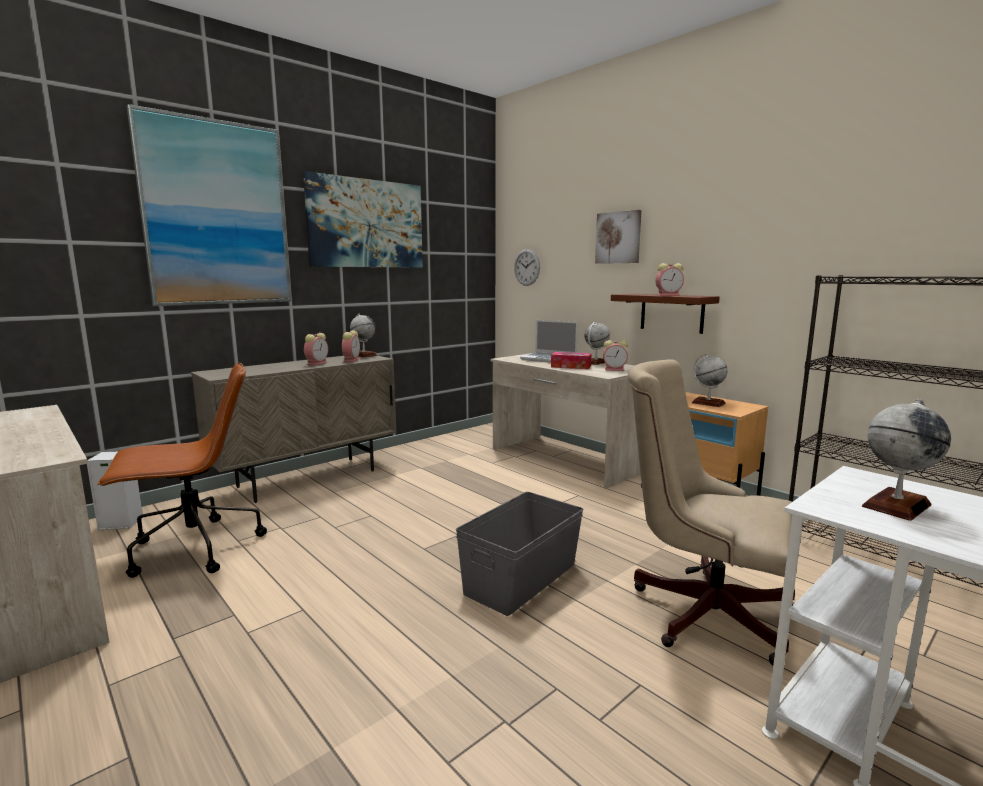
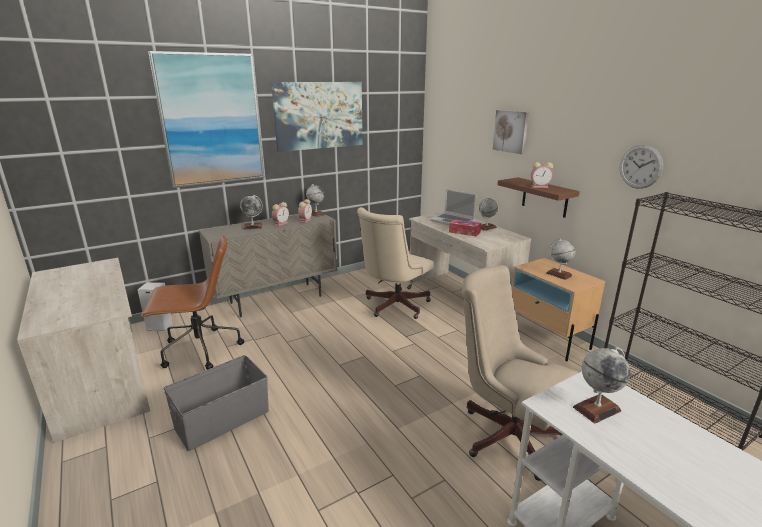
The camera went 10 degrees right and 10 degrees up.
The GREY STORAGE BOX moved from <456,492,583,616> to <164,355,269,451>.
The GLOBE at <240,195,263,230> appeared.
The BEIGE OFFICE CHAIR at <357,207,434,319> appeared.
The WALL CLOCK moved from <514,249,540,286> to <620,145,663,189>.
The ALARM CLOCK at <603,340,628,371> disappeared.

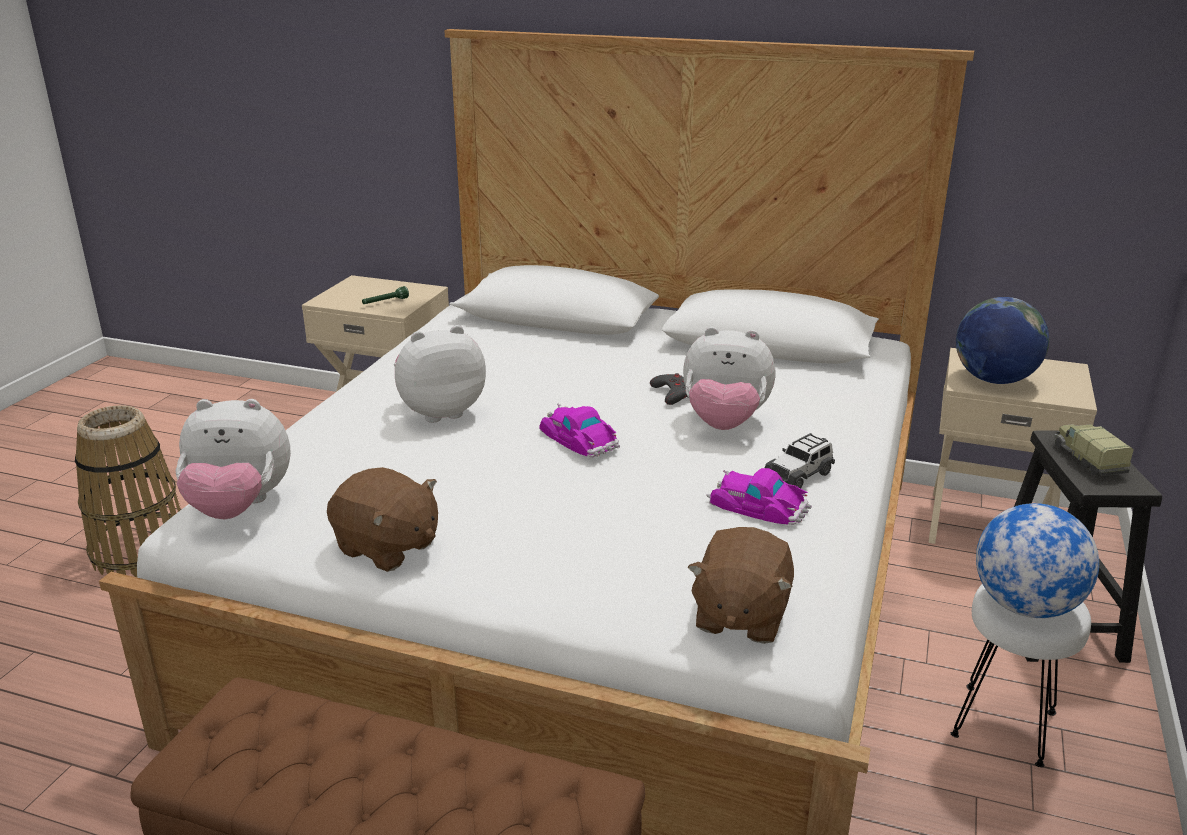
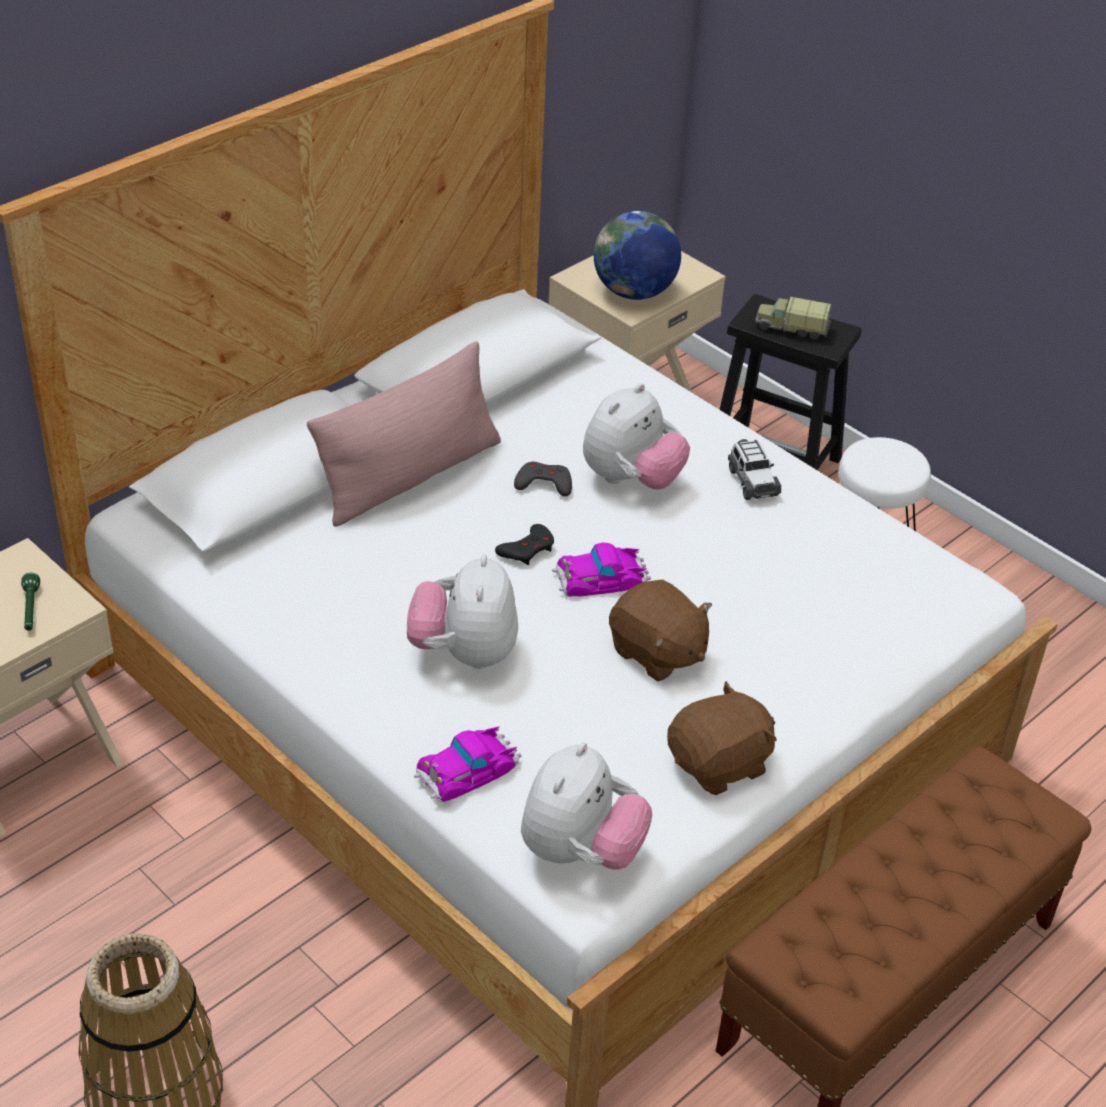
The camera went 65 degrees left and 15 degrees up.
The PINK PILLOW at <307,341,501,527> appeared.
The TOY CAR moved from <706,468,812,525> to <414,726,521,802>.
The BLACK GAME CONTROLLER at <495,524,554,565> appeared.
The BROWN PLUSH TOY moved from <687,527,794,644> to <609,580,712,681>.
The GLOBE at <976,503,1099,618> disappeared.

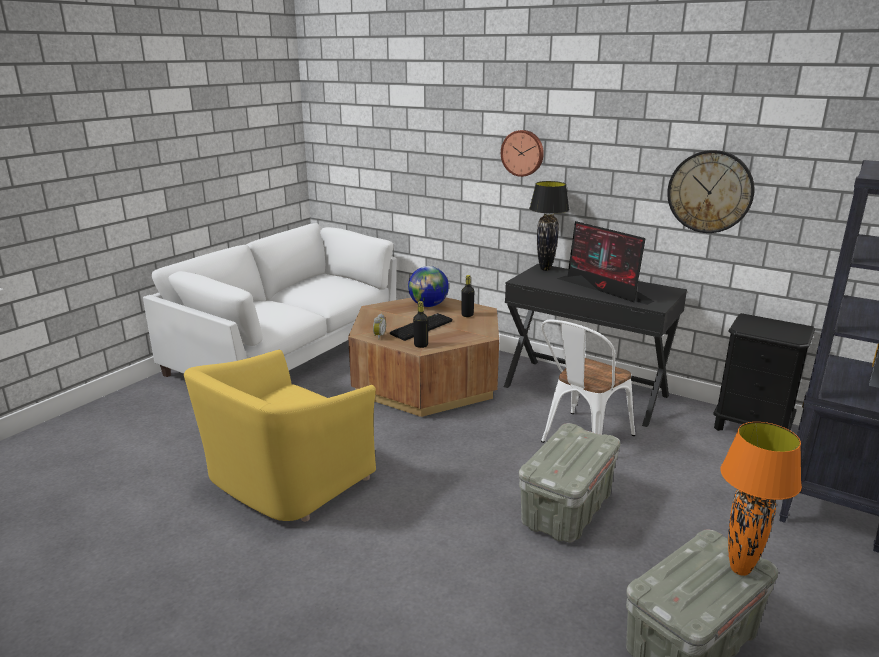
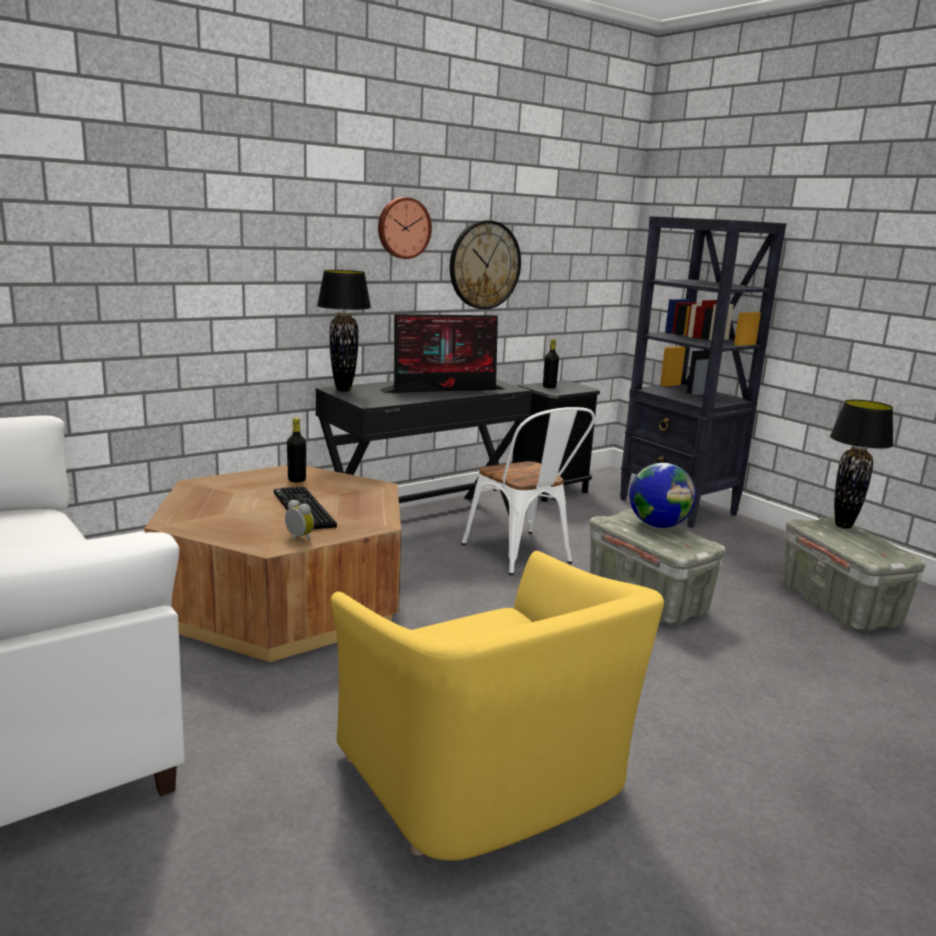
The camera went 70 degrees left and 5 degrees down.
The WALL CLOCK moved from <501,130,544,177> to <378,197,432,259>.
The BLACK BOTTLE moved from <413,301,428,348> to <543,339,559,388>.
The GLOBE moved from <408,266,449,307> to <629,463,696,528>.
The ORANGE TABLE LAMP at <720,422,802,576> became the BLACK TABLE LAMP at <830,400,893,529>.

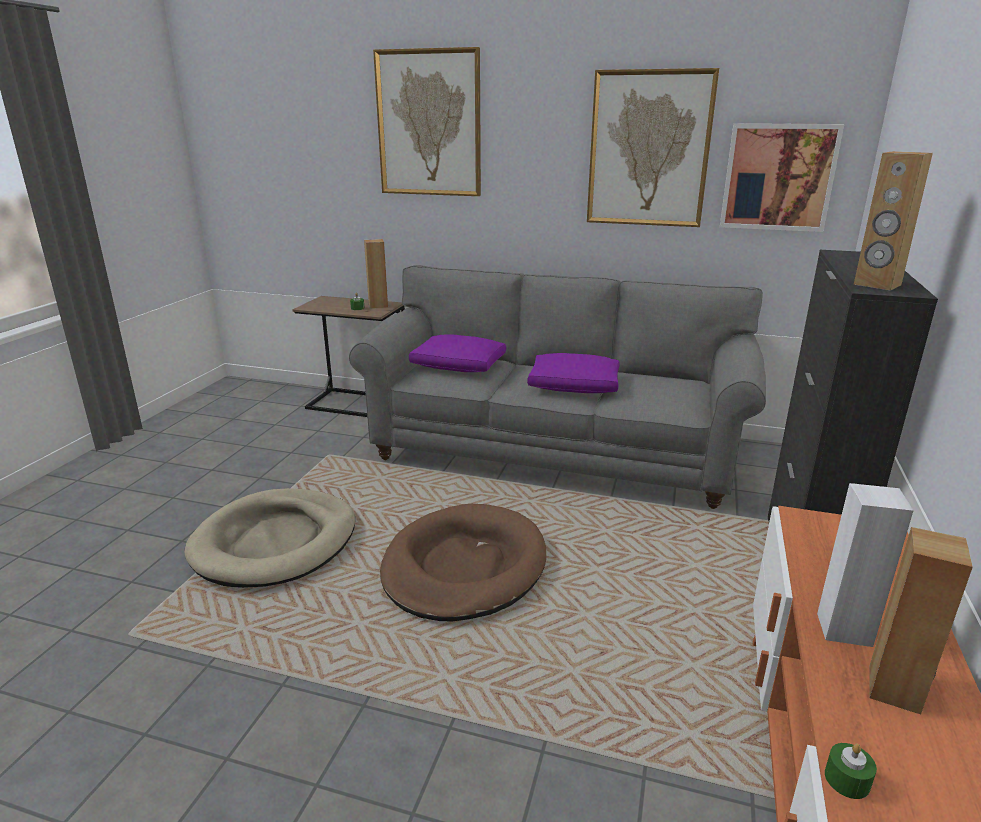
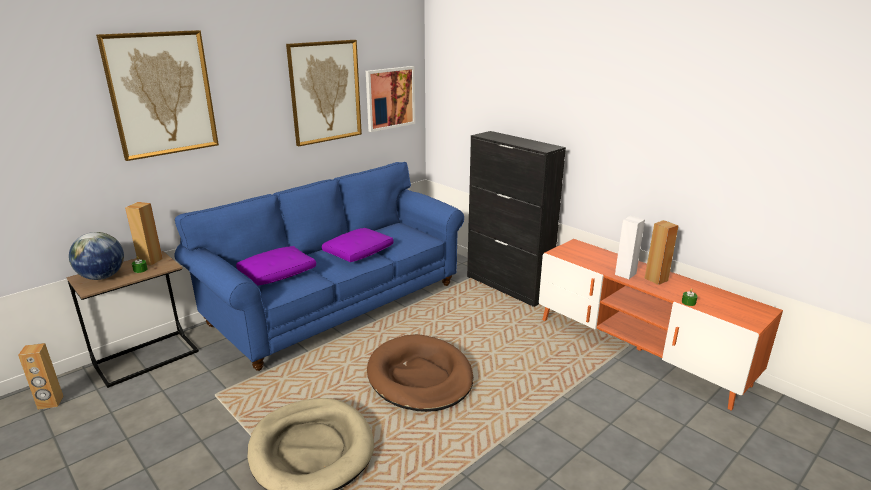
The camera went 60 degrees left and 0 degrees up.
The BROWN SPEAKER moved from <854,151,933,291> to <18,343,64,410>.
The GLOBE at <69,232,124,280> appeared.
The GREY SOFA at <349,265,766,509> became the BLUE SOFA at <175,162,464,371>.

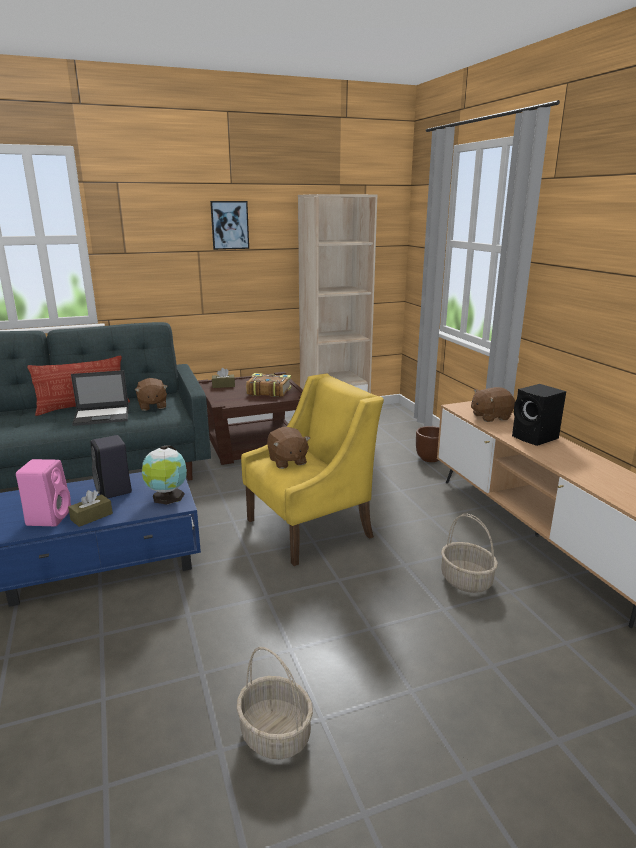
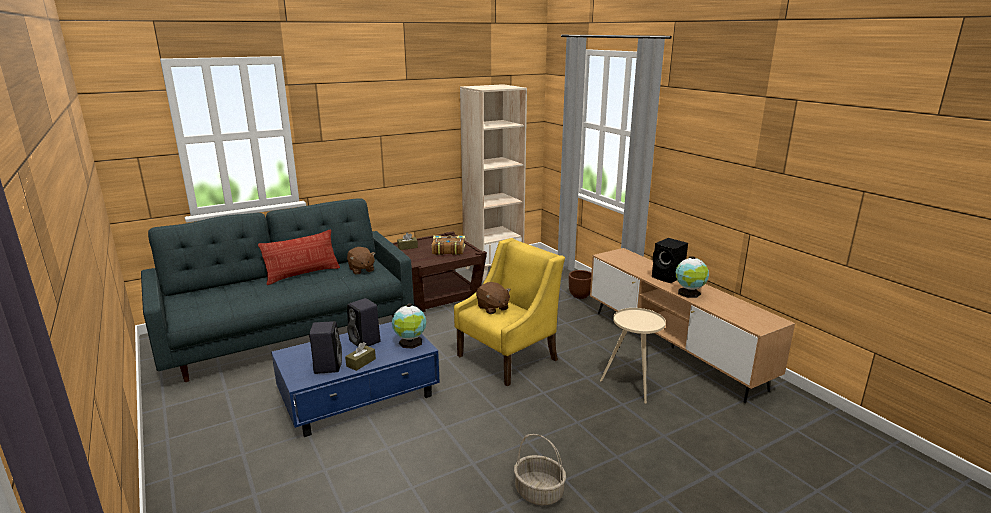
The camera went 10 degrees left and 0 degrees up.
The PINK SPEAKER at <16,459,71,526> became the BLACK SPEAKER at <309,321,342,374>.
The BASKET at <441,514,498,593> was replaced by the BEIGE SIDE TABLE at <600,308,666,404>.
The GLOBE at <676,256,709,298> appeared.
The LAPTOP at <71,370,129,426> disappeared.
The PICTURE at <210,201,249,250> disappeared.
The BROWN PLUSH TOY at <471,387,515,422> disappeared.

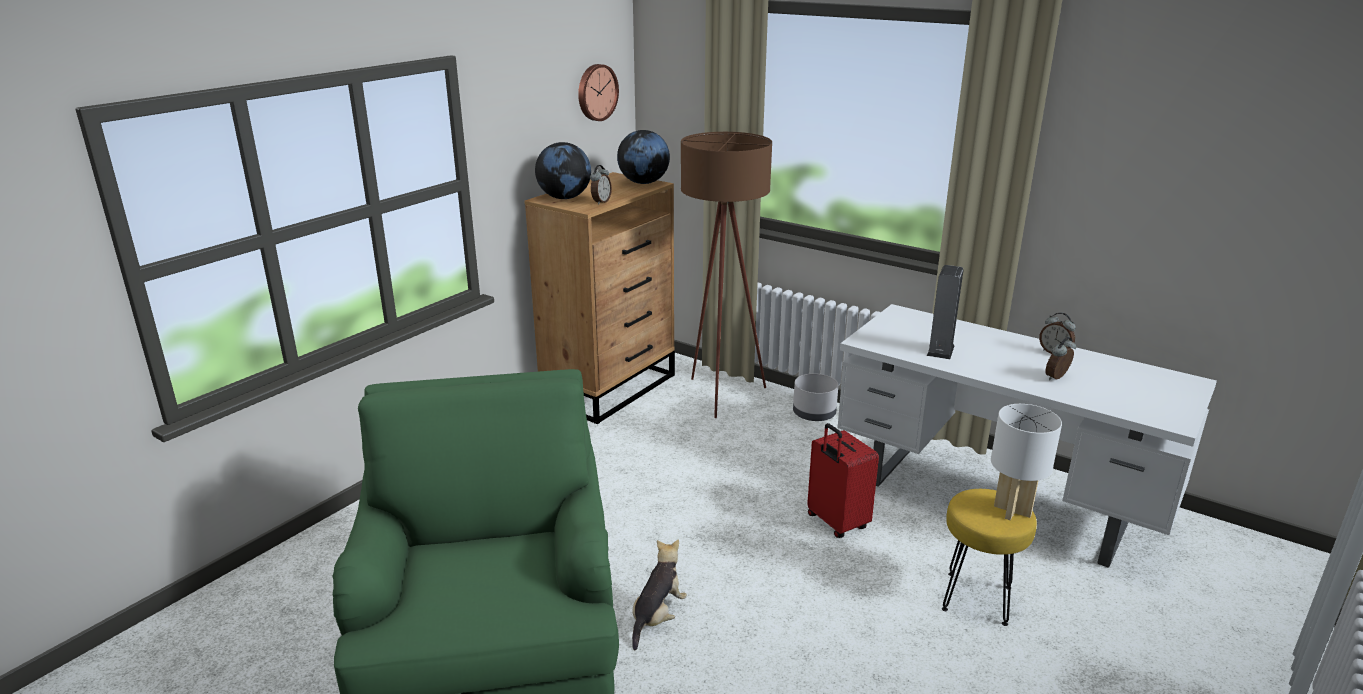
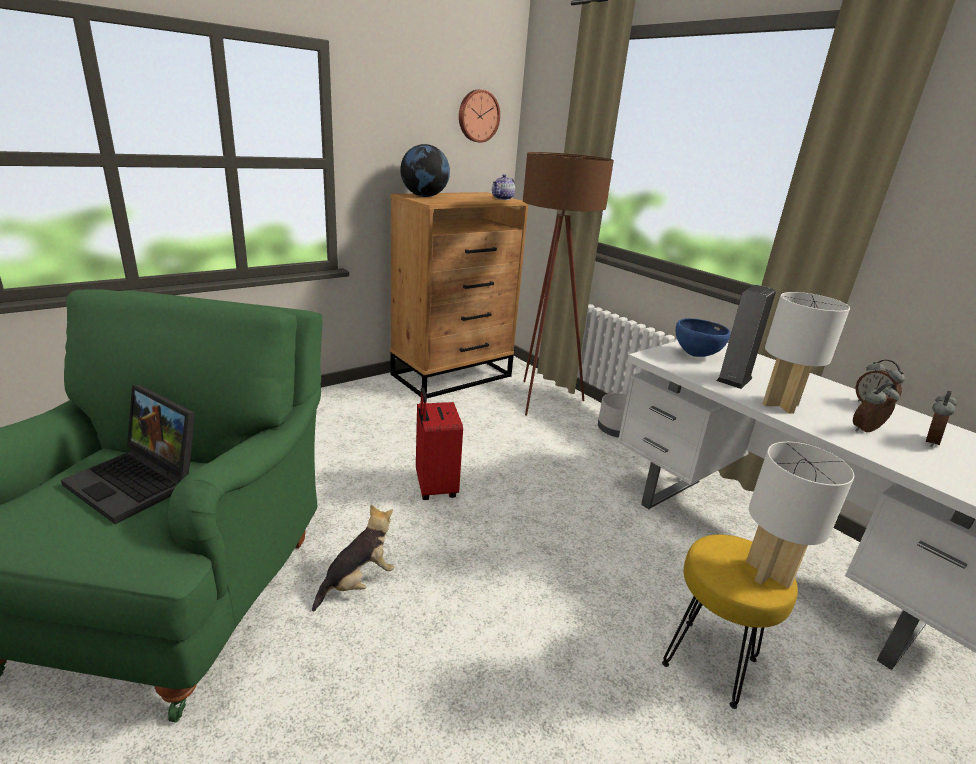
The camera went 15 degrees right and 0 degrees up.
The LAPTOP at <61,385,195,524> appeared.
The RED SUITCASE moved from <807,423,879,538> to <416,388,463,500>.
The GLOBE at <617,130,670,184> was replaced by the TEAPOT at <492,174,515,200>.
The BLUE BOWL at <676,318,731,357> appeared.
The WHITE TABLE LAMP at <762,292,850,414> appeared.
The ALARM CLOCK moved from <590,165,612,205> to <926,390,957,447>.

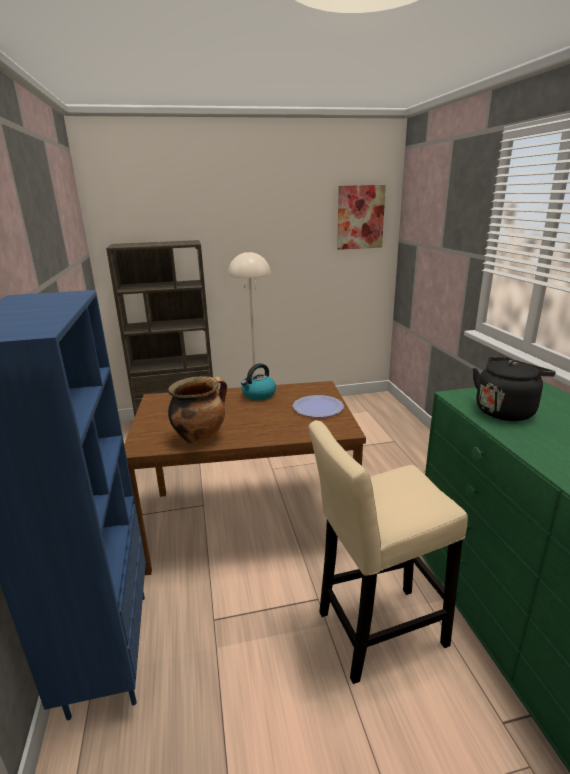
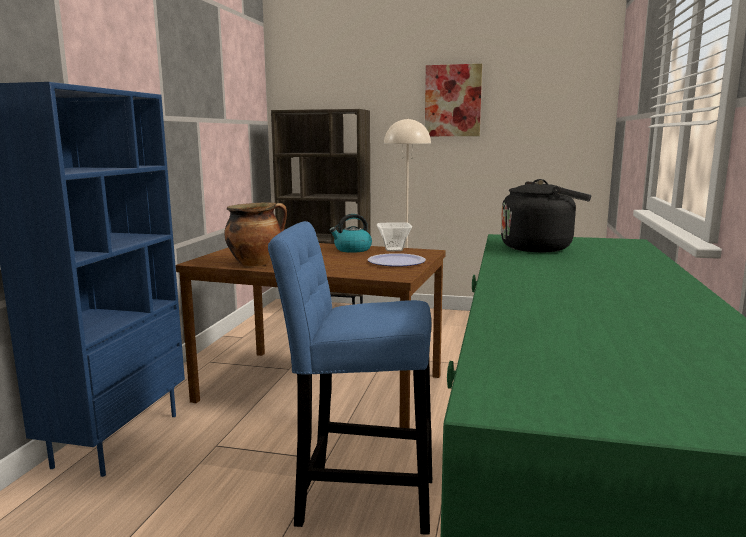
The camera went 25 degrees right and 10 degrees down.
The BEIGE STOOL at <308,420,468,684> became the BLUE STOOL at <268,221,432,535>.
The BOWL at <377,222,412,251> appeared.
The PICTURE moved from <337,185,386,250> to <425,64,482,136>.

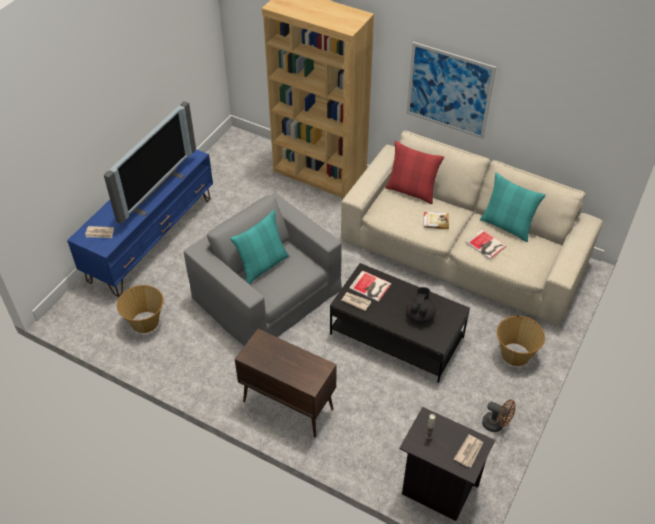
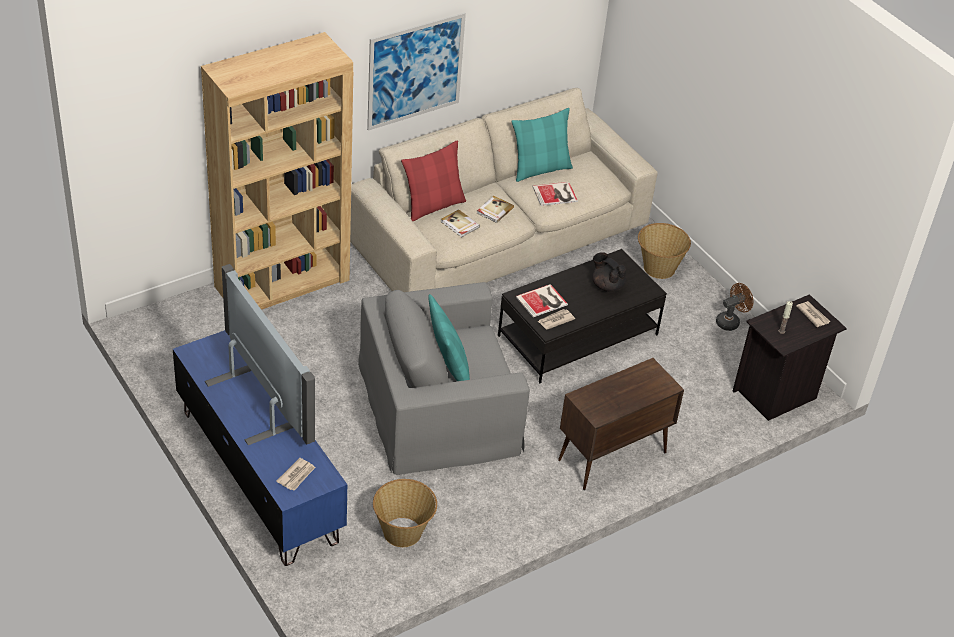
The camera went 65 degrees left and 5 degrees down.
The BOOK at <441,209,480,237> appeared.

